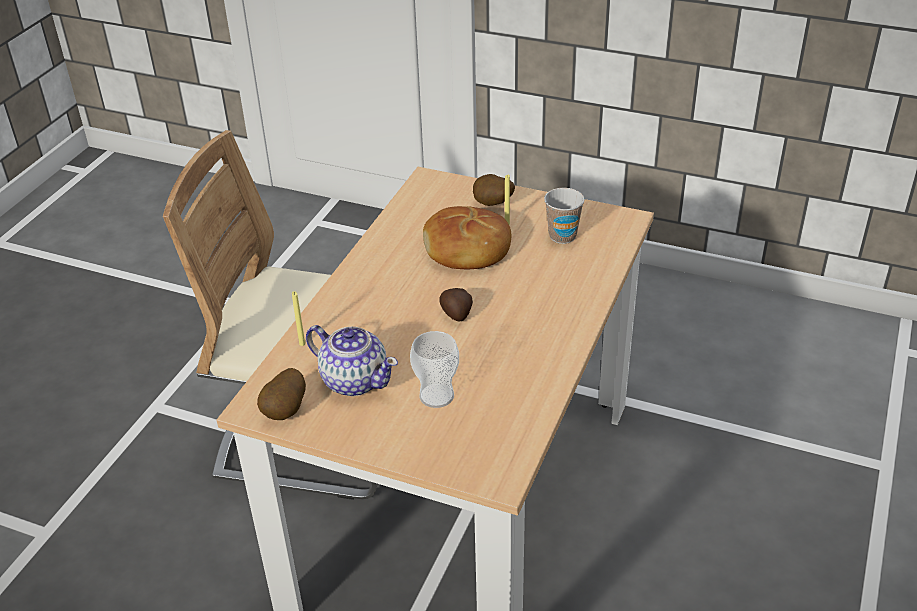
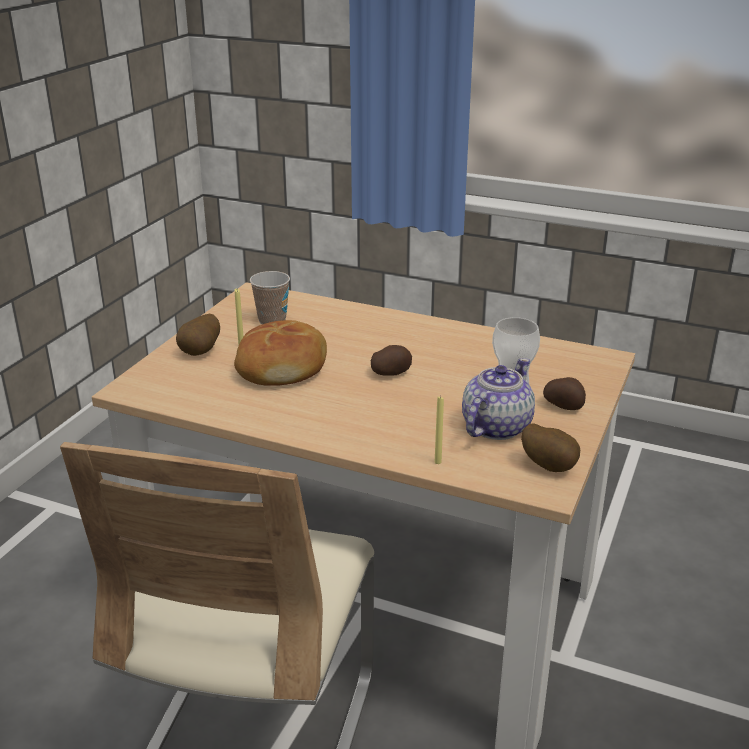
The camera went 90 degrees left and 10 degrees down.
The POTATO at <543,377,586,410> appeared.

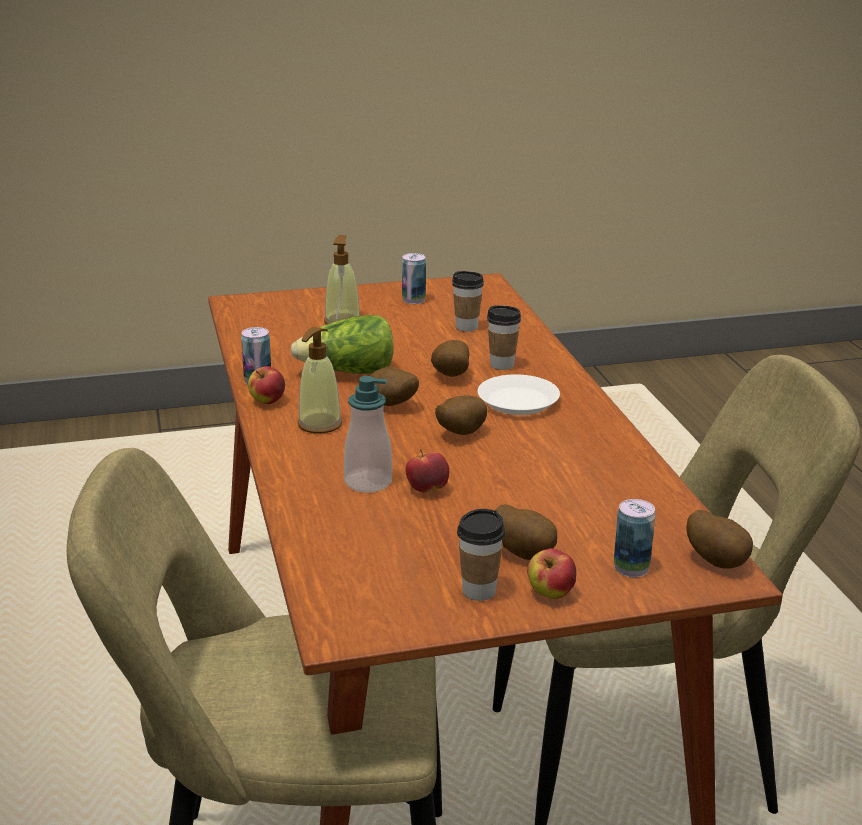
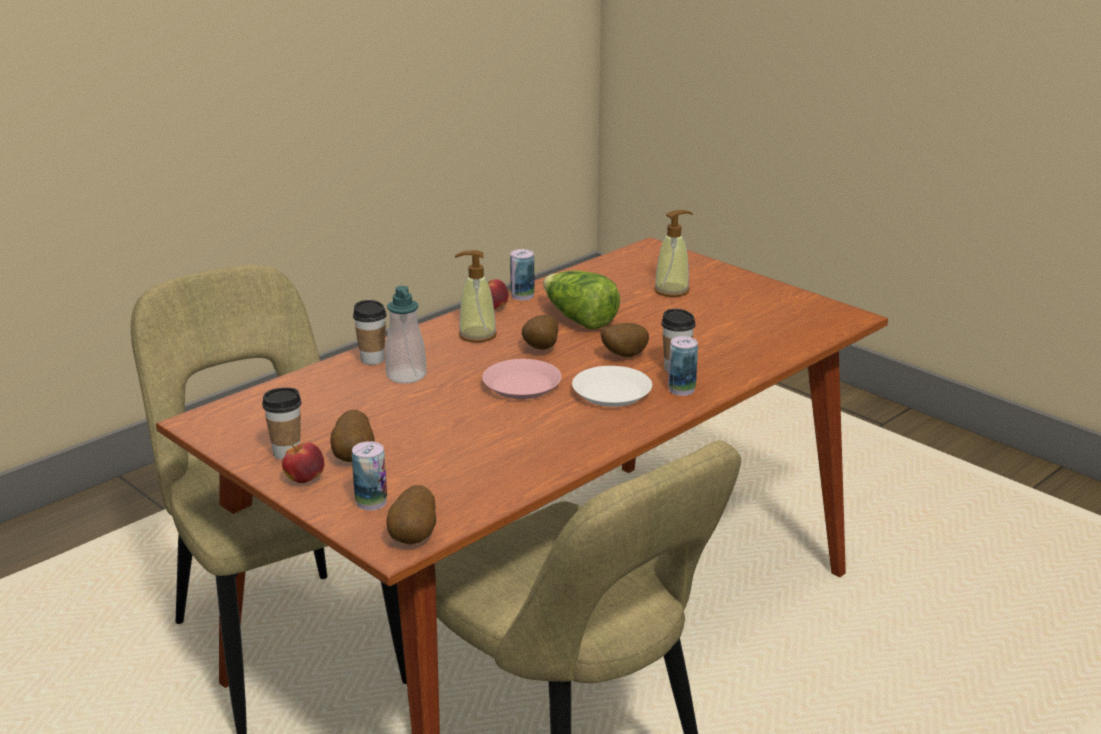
The camera went 60 degrees right and 0 degrees up.
The CUP moved from <452,271,484,332> to <353,300,387,365>.
The POTATO at <435,395,487,435> was replaced by the PINK PLATE at <482,359,562,399>.
The CAN moved from <402,253,426,304> to <668,336,698,396>.
The APPLE at <405,449,449,492> disappeared.

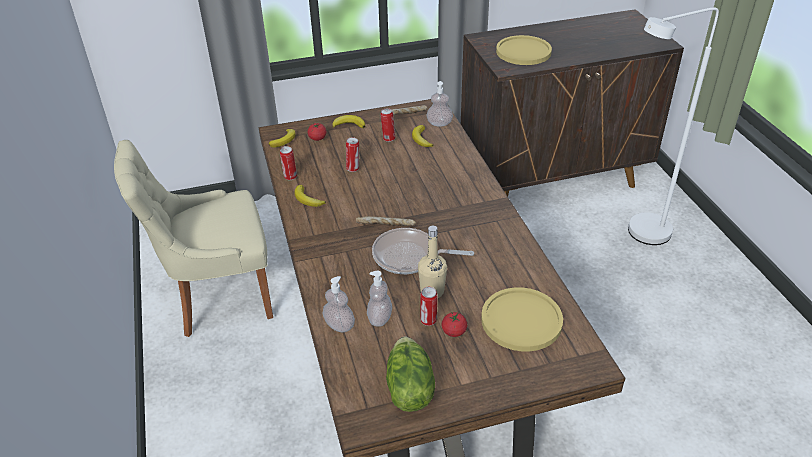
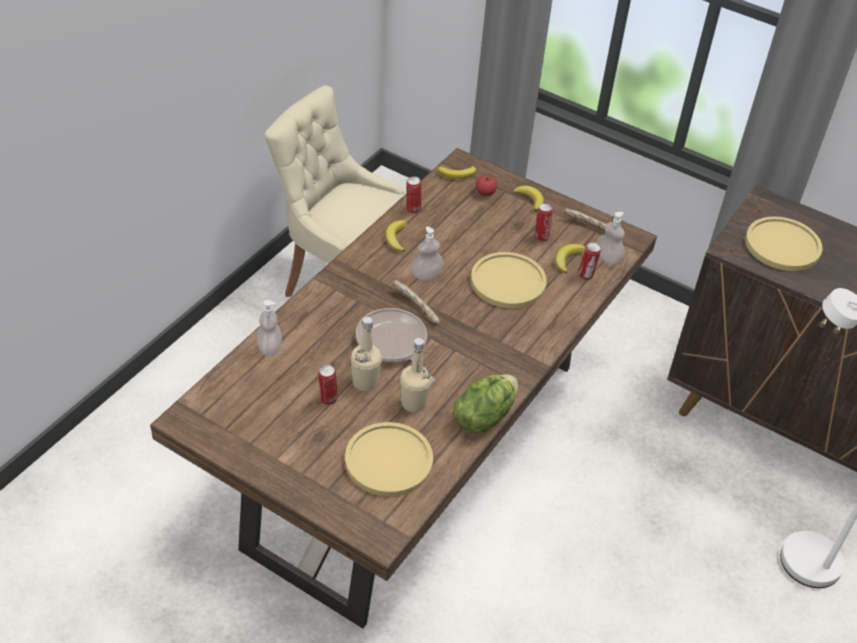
The camera went 45 degrees right and 5 degrees up.
The BEIGE BOTTLE at <400,338,432,412> appeared.
The SOAP DISPENSER moved from <367,271,392,327> to <411,226,443,280>.
The LETTUCE moved from <386,337,435,412> to <453,374,518,433>.
The YELLOW PLATE at <471,252,547,308> appeared.
The CAN moved from <346,137,359,172> to <578,242,601,280>.
The TOMATO at <442,312,467,337> disappeared.

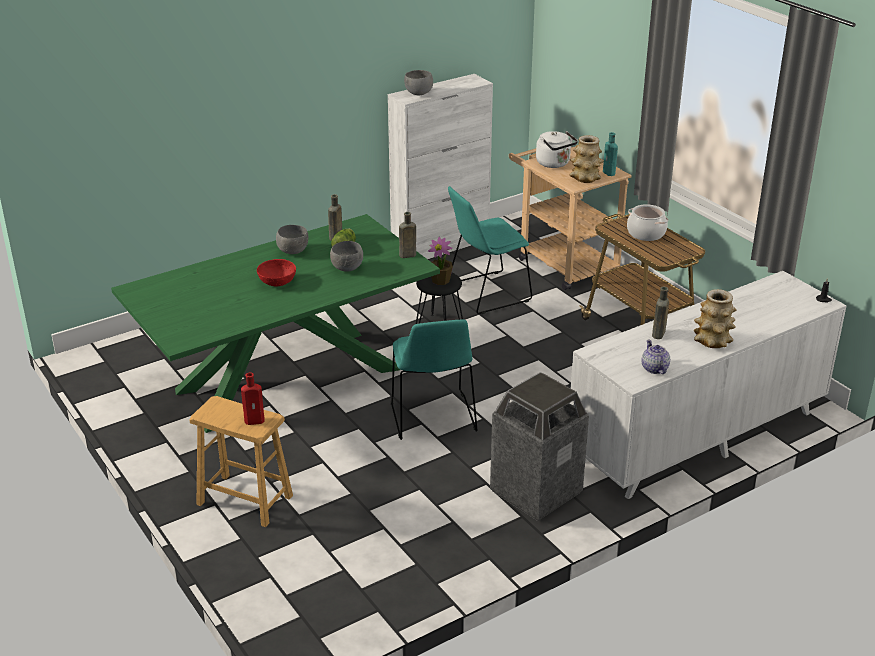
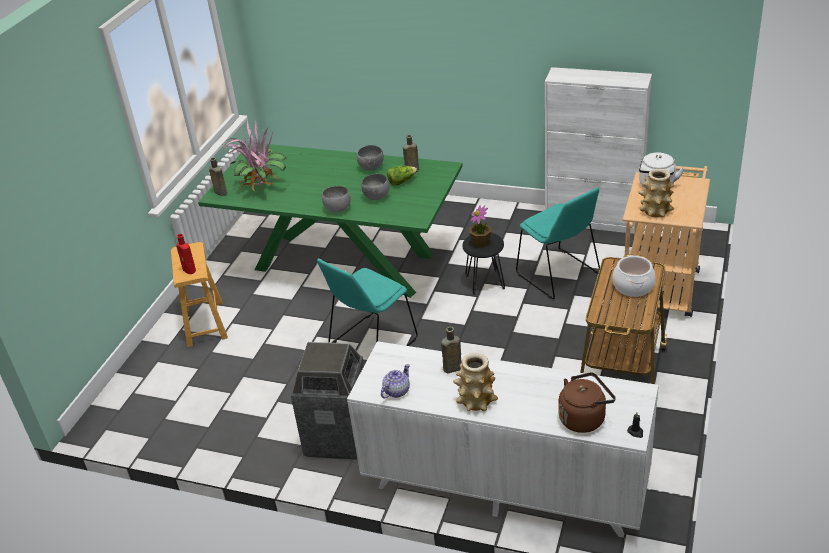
The camera went 55 degrees right and 5 degrees up.
The BROWN BOTTLE moved from <399,212,416,258> to <209,157,227,196>.
The POTTED PLANT at <223,119,287,193> appeared.
The GREY BOWL moved from <404,70,433,95> to <322,186,351,212>.
The TURQUOISE CHAIR at <448,186,532,314> turned 150 degrees counterclockwise.
The BROWN KETTLE at <558,372,616,433> appeared.
The RED BOWL at <257,259,296,286> disappeared.
The TURQUOISE BOTTLE at <603,132,618,176> disappeared.

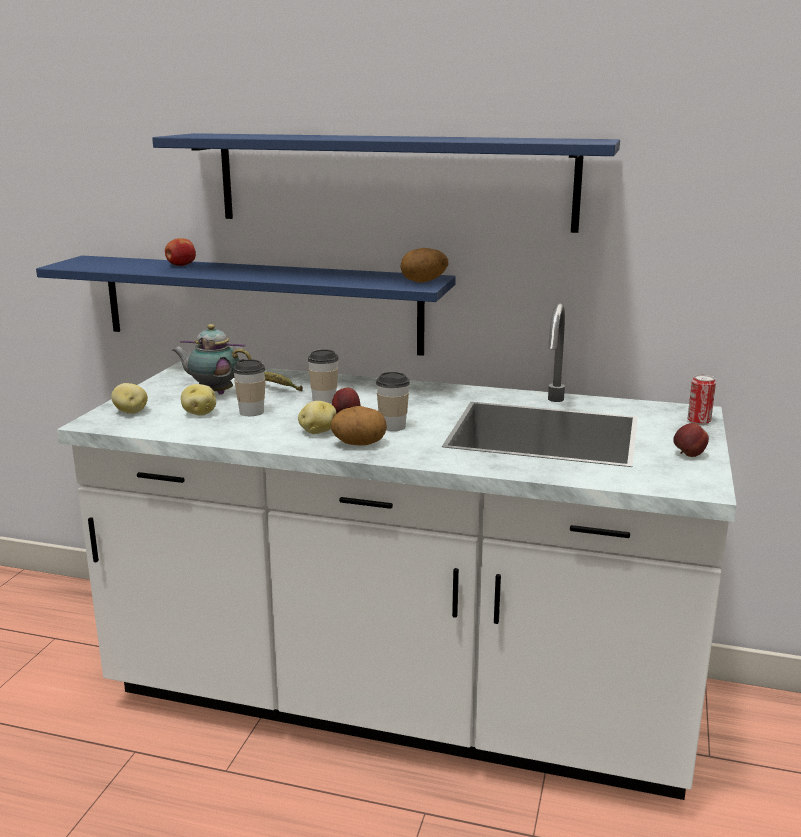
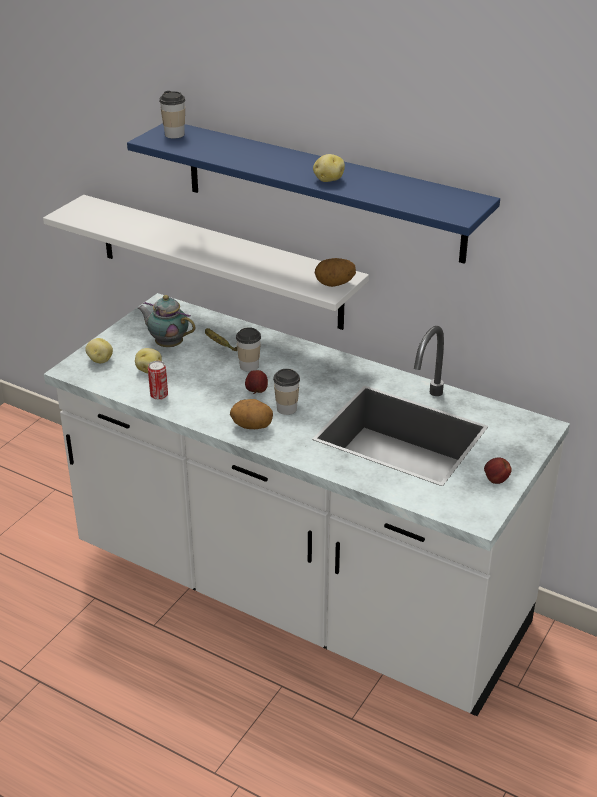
The camera went 15 degrees right and 15 degrees up.
The BLUE SHELF at <36,255,456,356> became the WHITE SHELF at <43,195,369,330>.
The CAN moved from <687,374,716,425> to <148,361,168,400>.
The CUP moved from <233,359,266,416> to <159,91,185,139>.
The POTATO moved from <298,401,336,434> to <313,154,345,182>.
The APPLE at <165,238,196,266> disappeared.

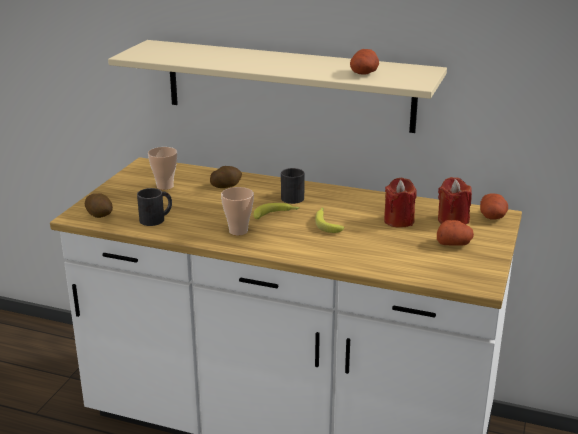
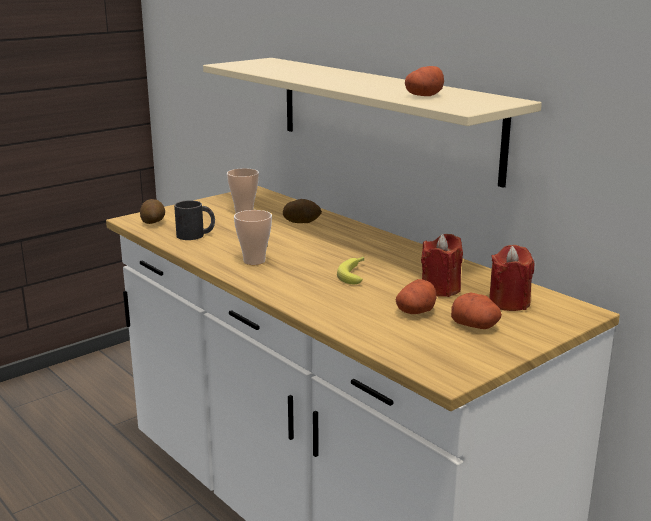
The camera went 30 degrees right and 5 degrees down.
The POTATO moved from <480,193,508,220> to <396,279,437,314>.
The BANANA at <253,203,300,219> disappeared.
The BLACK MUG at <281,168,305,204> disappeared.

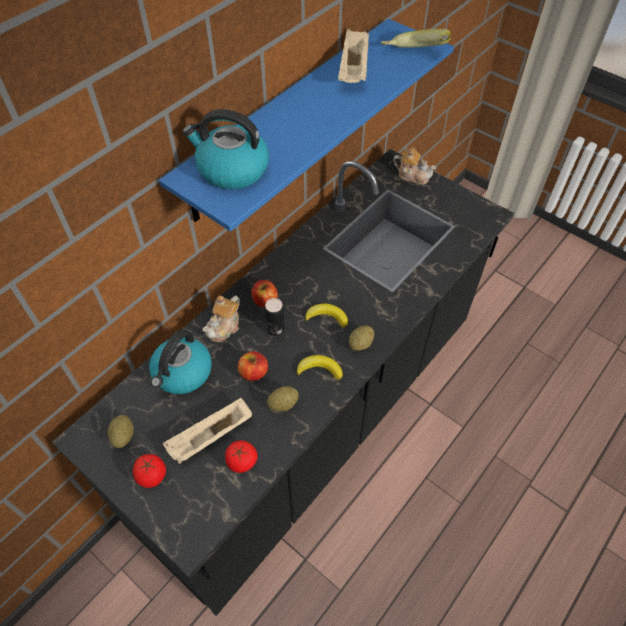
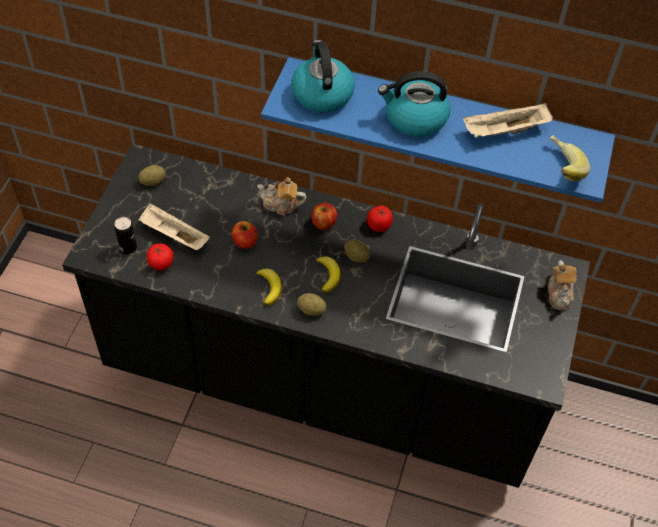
The camera went 65 degrees right and 0 degrees up.
The CAN moved from <265,298,285,336> to <114,217,137,254>.
The POTATO moved from <267,386,299,412> to <344,239,370,263>.
The TOMATO moved from <133,454,166,488> to <367,206,393,232>.
The KETTLE moved from <149,329,212,394> to <378,71,451,137>.

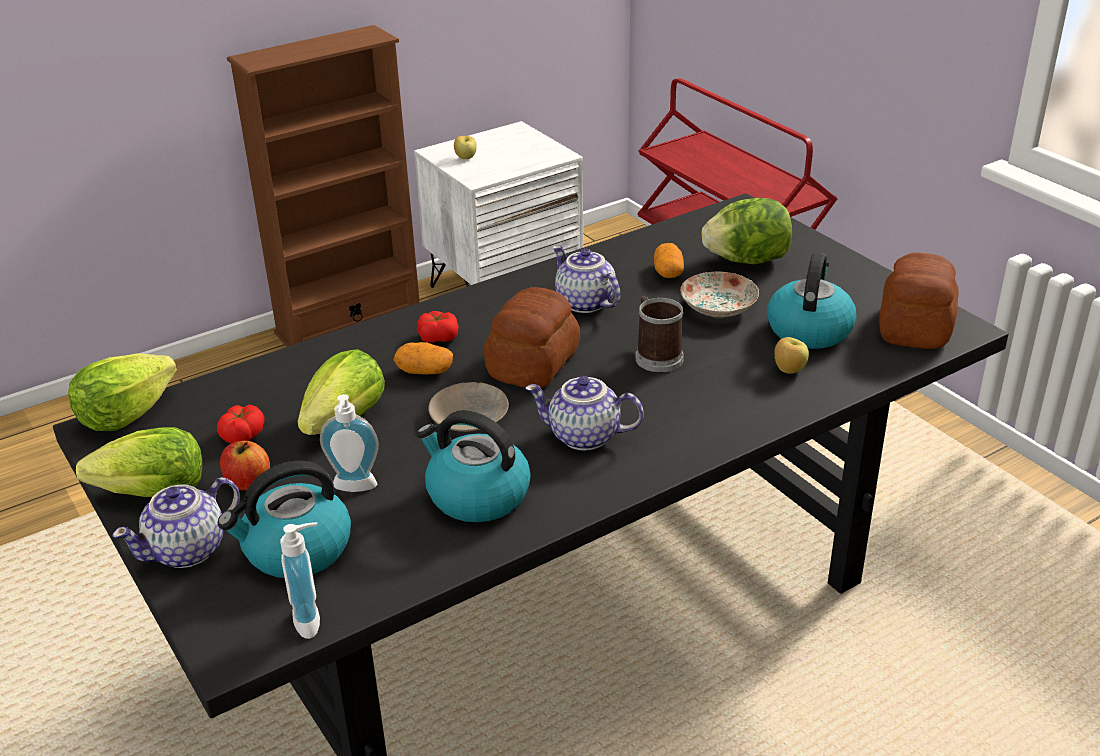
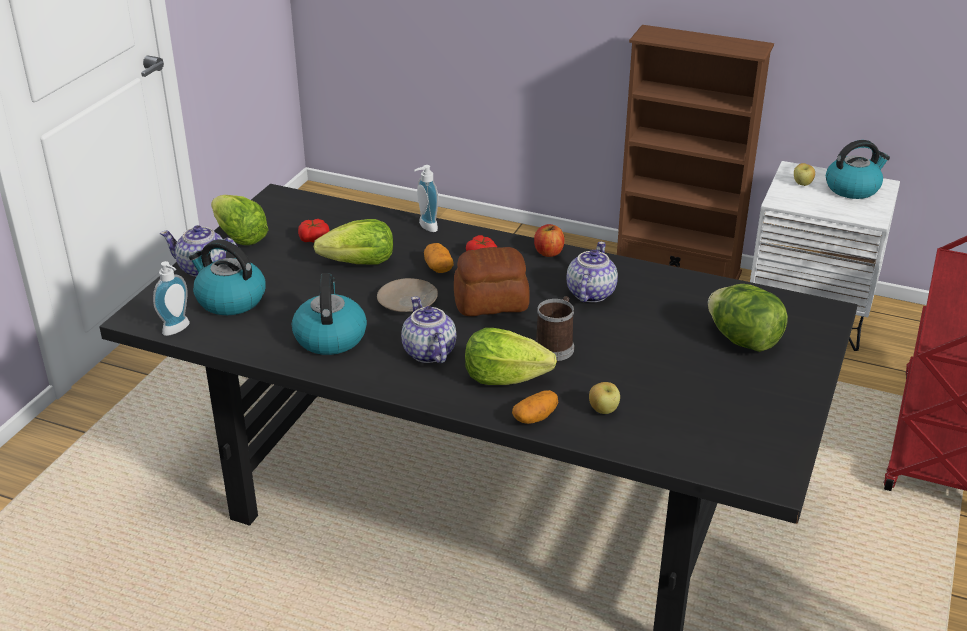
The camera went 55 degrees right and 0 degrees up.
The SOAP DISPENSER moved from <320,394,379,492> to <414,165,438,232>.
The LETTUCE moved from <68,353,177,431> to <465,328,557,385>.
The POTATO moved from <654,243,684,278> to <512,390,558,424>.
The APPLE moved from <220,441,270,490> to <534,224,565,257>.
The KETTLE moved from <767,252,856,349> to <826,140,890,199>.
The PLATE at <680,271,759,317> disappeared.
The BREAD at <879,253,959,349> disappeared.

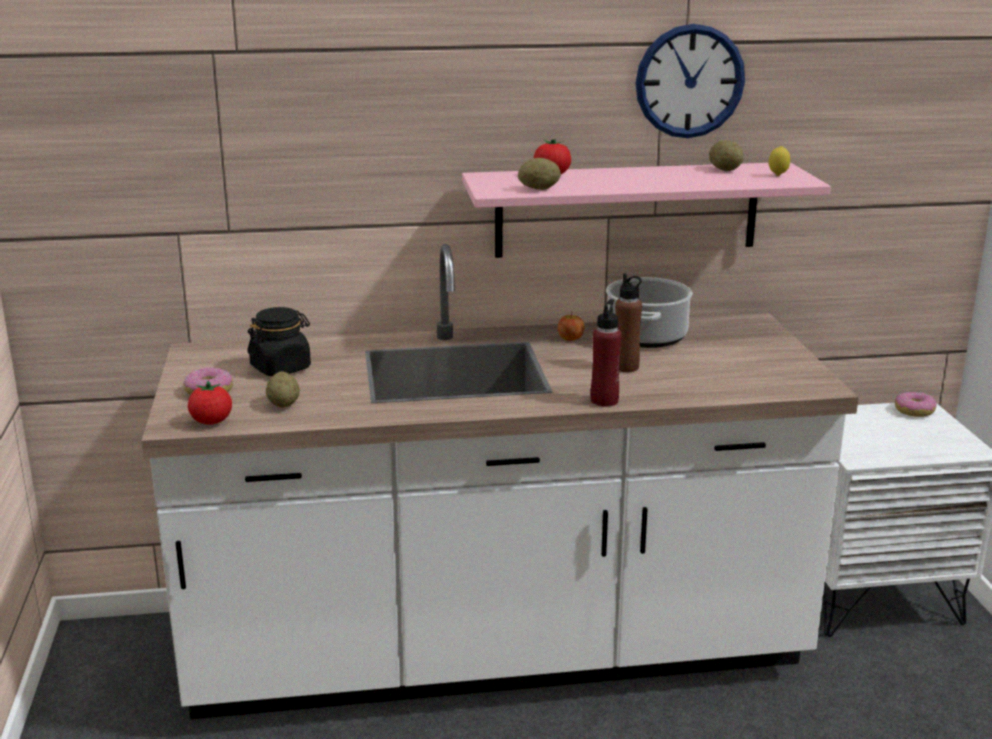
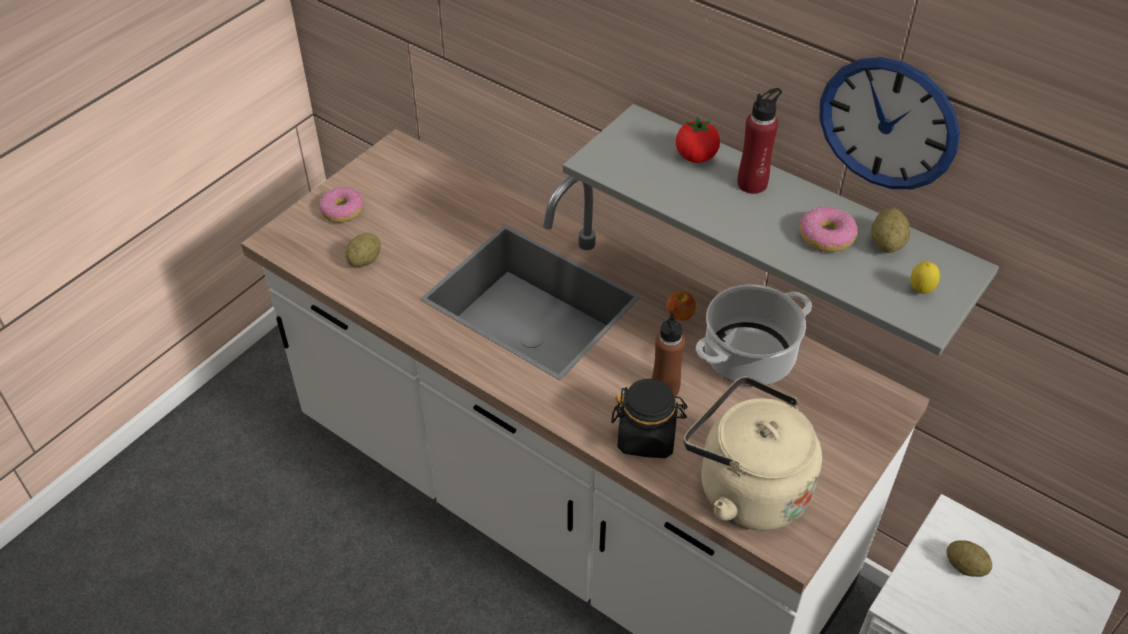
The camera went 45 degrees right and 25 degrees up.
The PINK SHELF at <462,162,831,258> became the GREY SHELF at <563,104,999,356>.
The BLACK JAR moved from <247,307,311,376> to <611,379,688,458>.
The BEIGE KETTLE at <684,376,822,531> appeared.
The RED BOTTLE moved from <591,299,621,407> to <738,88,782,194>.
The DONUT moved from <894,391,936,417> to <799,206,858,252>.
The POTATO moved from <518,158,561,190> to <946,540,992,577>.
The TOMATO at <188,381,232,425> disappeared.

